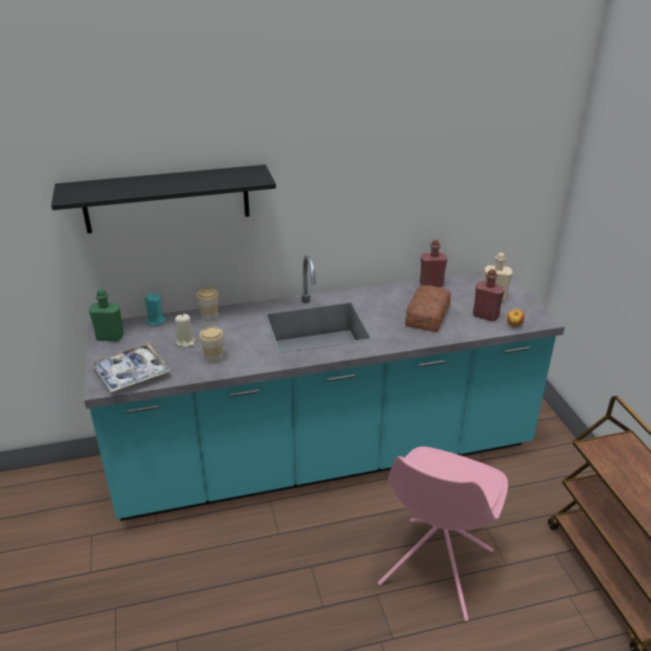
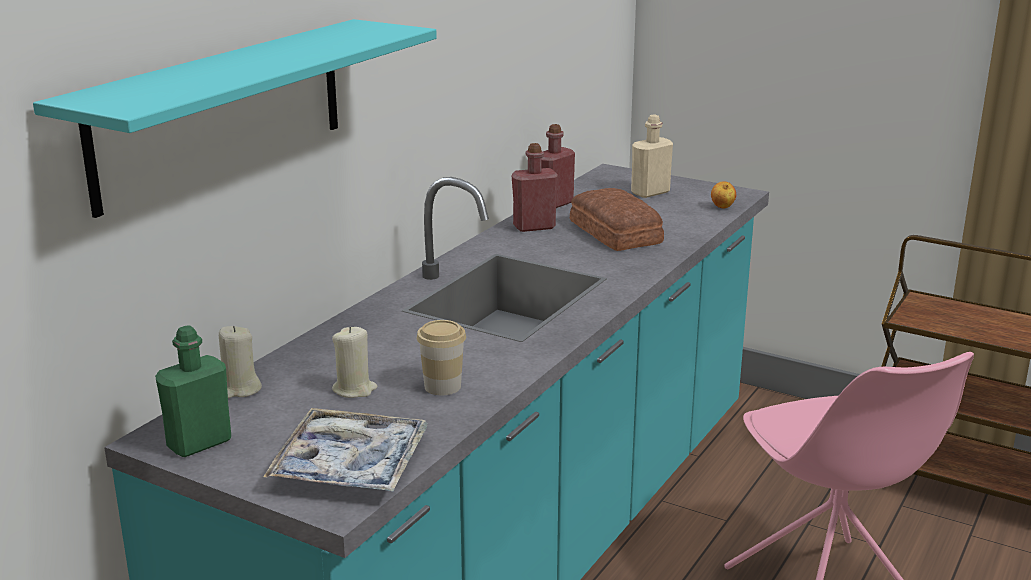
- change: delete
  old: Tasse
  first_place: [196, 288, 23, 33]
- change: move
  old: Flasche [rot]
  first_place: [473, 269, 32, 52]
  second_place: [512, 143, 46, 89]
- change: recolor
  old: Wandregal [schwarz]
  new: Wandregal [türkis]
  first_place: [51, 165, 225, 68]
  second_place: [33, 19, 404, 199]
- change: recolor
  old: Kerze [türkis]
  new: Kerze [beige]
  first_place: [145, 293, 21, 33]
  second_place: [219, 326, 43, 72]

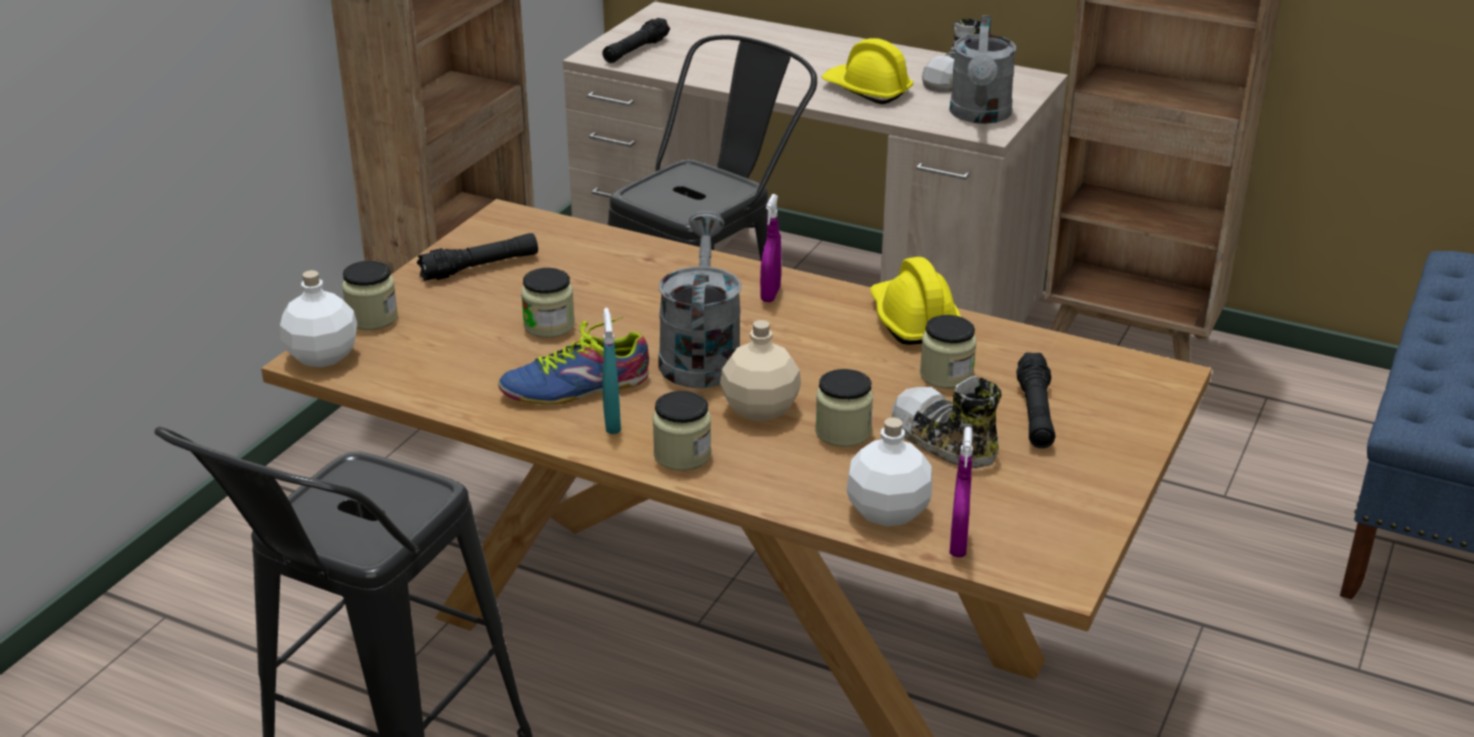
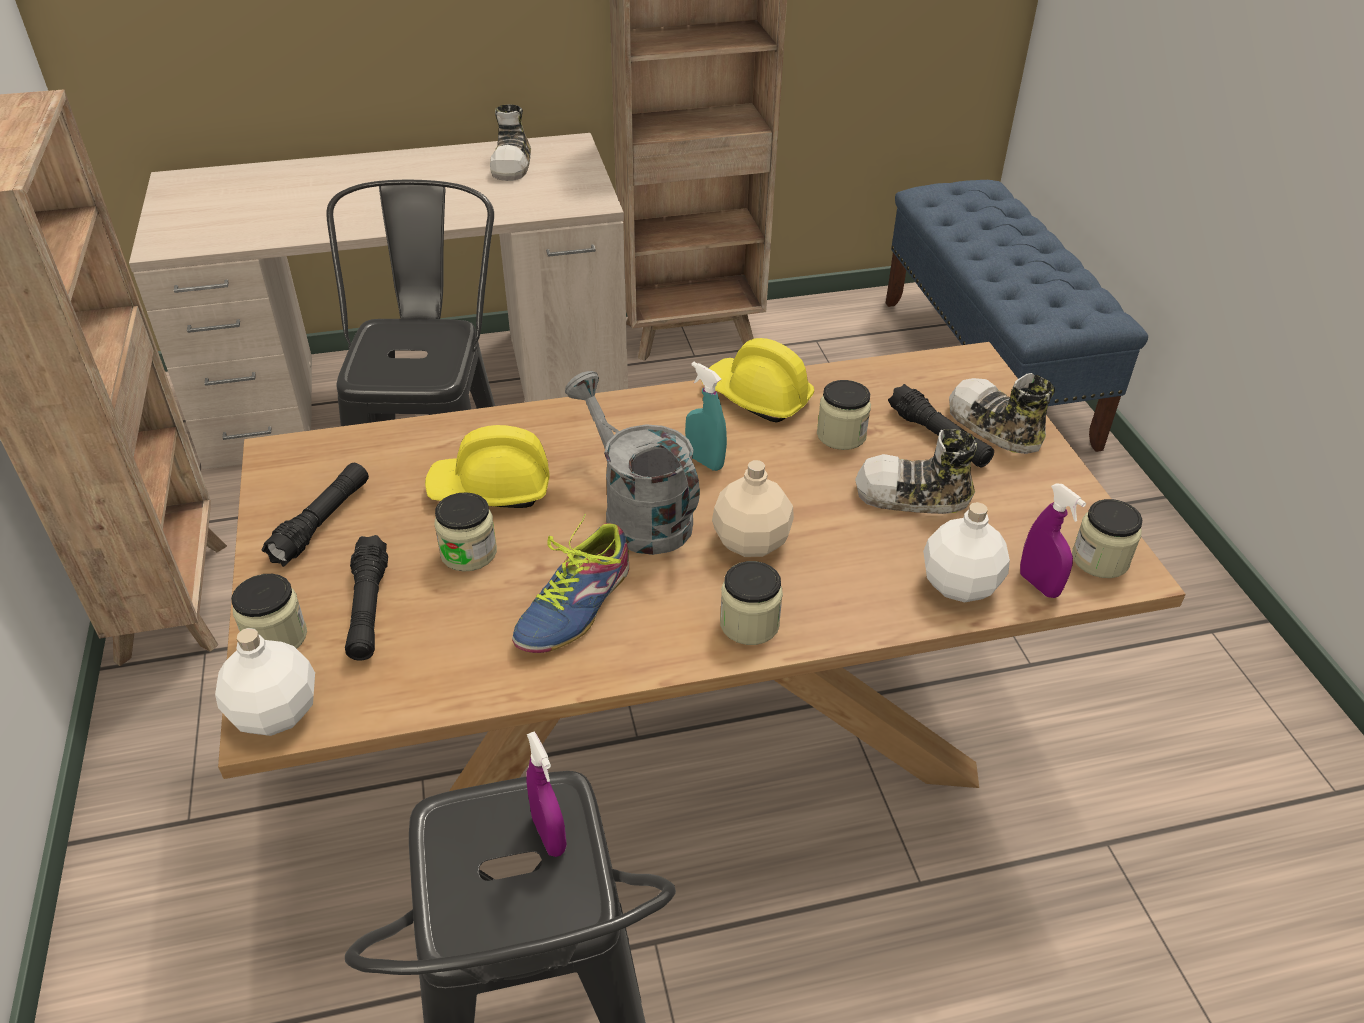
- change: delete
  old: Gießkanne [grau]
  first_place: [949, 15, 67, 109]
- change: insert
  new: Schuh
  second_place: [949, 373, 106, 81]
- change: move
  old: Taschenlampe [schwarz]
  first_place: [602, 18, 68, 45]
  second_place: [345, 535, 43, 126]
- change: move
  old: Sprühflasche [türkis]
  first_place: [602, 308, 19, 126]
  second_place: [685, 362, 42, 109]
- change: move
  old: Sprühflasche [lila]
  first_place: [760, 194, 21, 108]
  second_place: [526, 731, 41, 126]
- change: move
  old: Vorratsglas
  first_place: [815, 369, 58, 78]
  second_place: [1072, 499, 70, 79]
- change: move
  old: Schutzhelm [gelb]
  first_place: [822, 38, 91, 66]
  second_place: [425, 425, 125, 83]

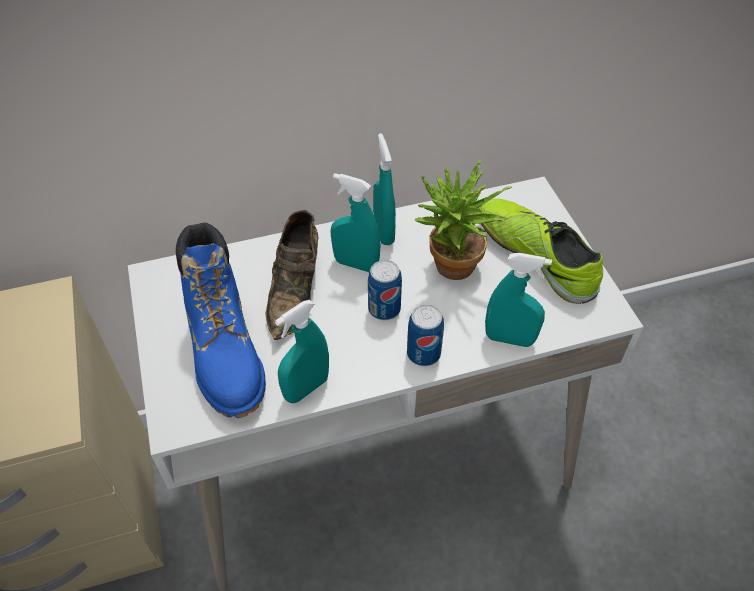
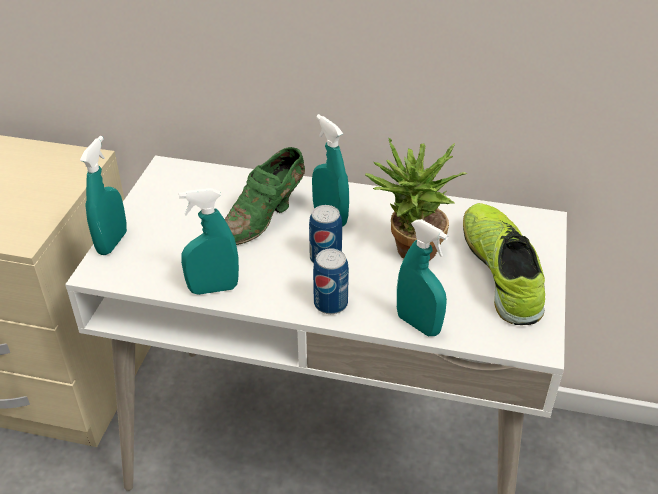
- change: delete
  old: Stiefel [blau]
  first_place: [176, 222, 90, 196]
- change: move
  old: Sprühflasche [türkis]
  first_place: [373, 133, 23, 112]
  second_place: [80, 136, 47, 119]
- change: recolor
  old: Schuh [braun]
  new: Schuh [grün]
  first_place: [265, 210, 53, 130]
  second_place: [225, 147, 80, 98]

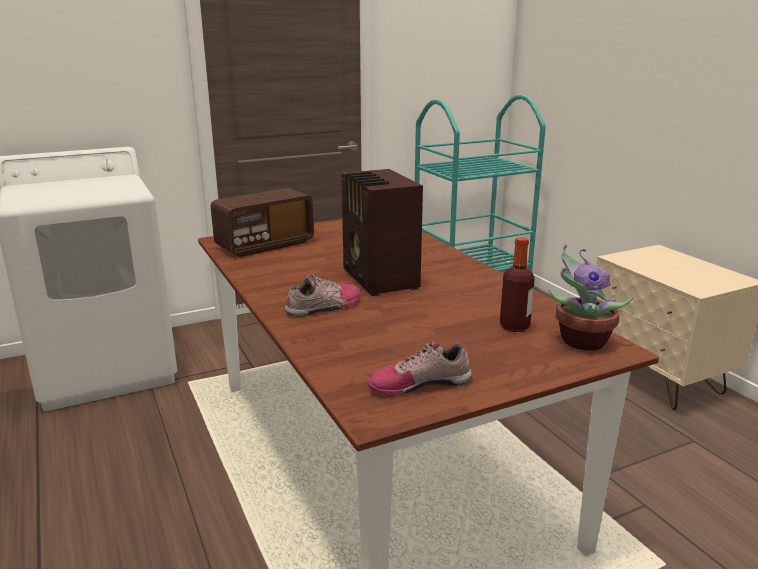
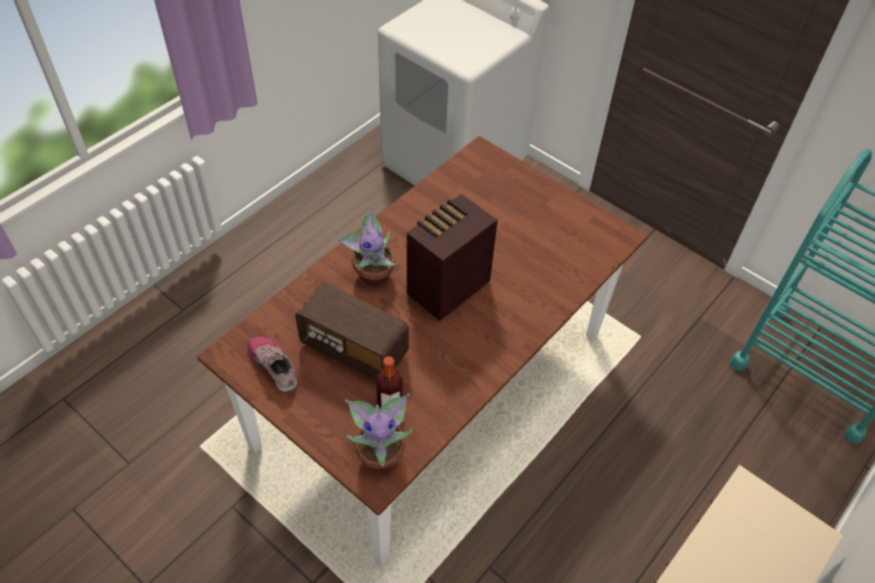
- change: move
  old: Radio
  first_place: [211, 188, 103, 69]
  second_place: [295, 283, 114, 98]
- change: replace
  old: Schuh
  new: Topfpflanze
  first_place: [285, 275, 75, 42]
  second_place: [338, 207, 59, 79]

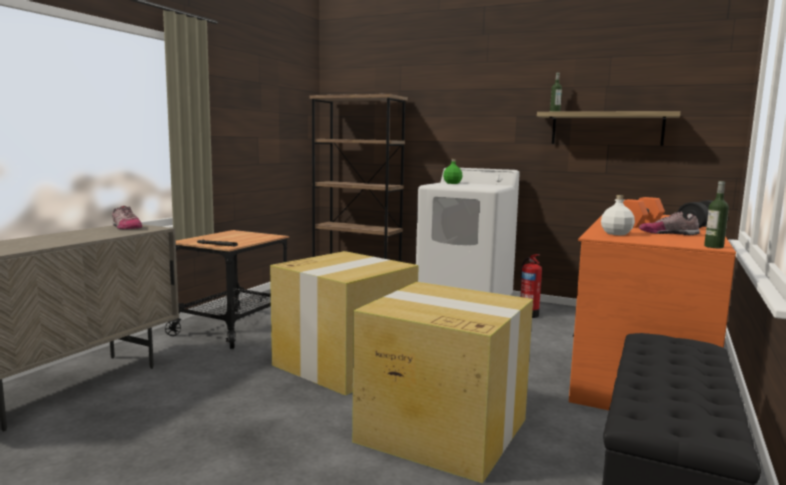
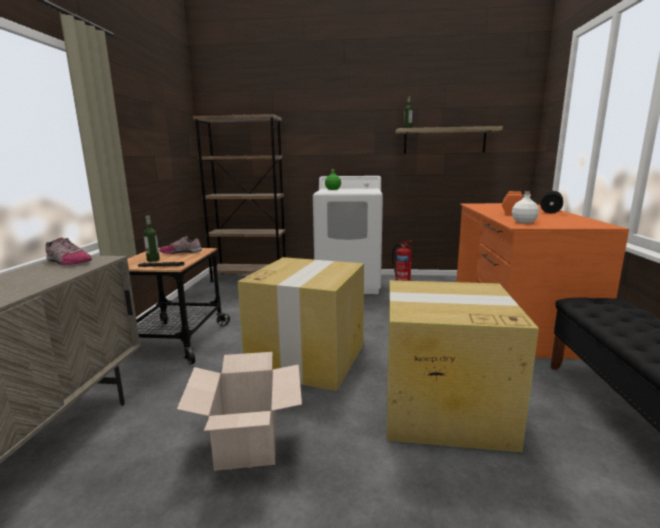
- change: insert
  new: Karton
  second_place: [177, 352, 125, 119]
- change: move
  old: Schuh
  first_place: [639, 212, 61, 23]
  second_place: [159, 236, 43, 18]
- change: move
  old: Flasche
  first_place: [704, 181, 25, 67]
  second_place: [143, 216, 17, 46]

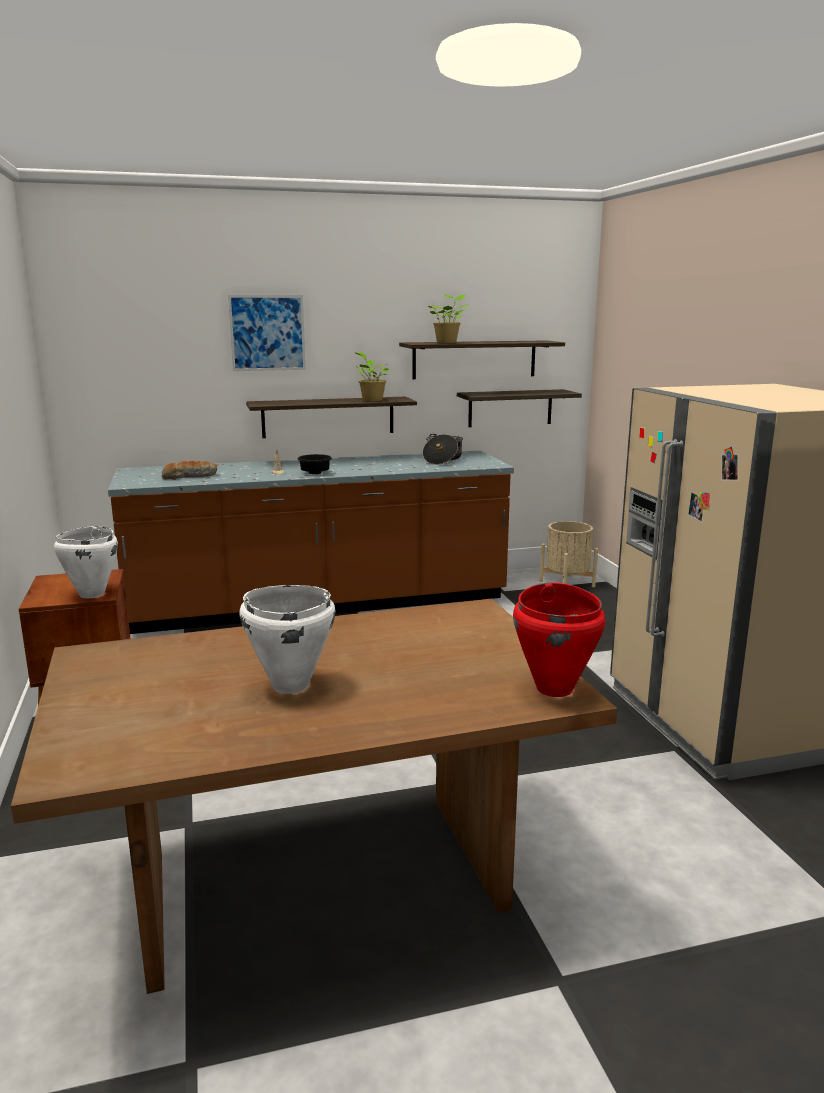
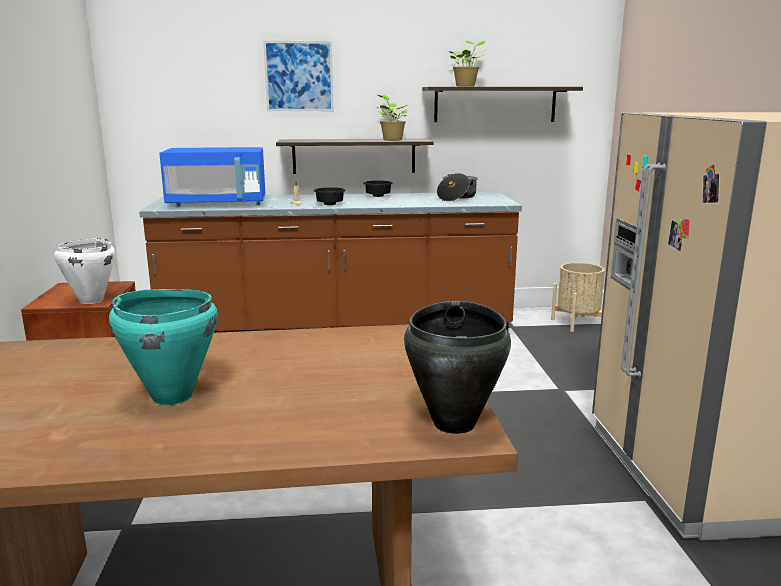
- change: delete
  old: Wandregal
  first_place: [457, 389, 125, 38]
- change: insert
  new: Schüssel [schwarz]
  second_place: [363, 180, 30, 17]
- change: replace
  old: Brot
  new: Mikrowelle [blau]
  first_place: [162, 461, 55, 18]
  second_place: [159, 147, 107, 60]
- change: recolor
  old: Kochtopf [weiß]
  new: Kochtopf [türkis]
  first_place: [239, 585, 97, 109]
  second_place: [109, 289, 109, 116]
- change: recolor
  old: Kochtopf [rot]
  new: Kochtopf [schwarz]
  first_place: [513, 583, 92, 114]
  second_place: [404, 301, 107, 133]

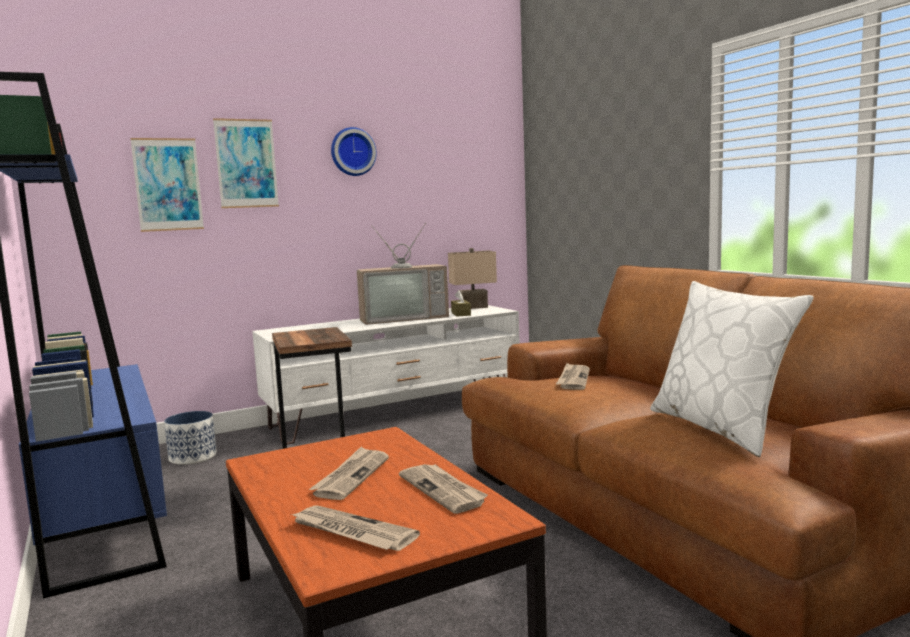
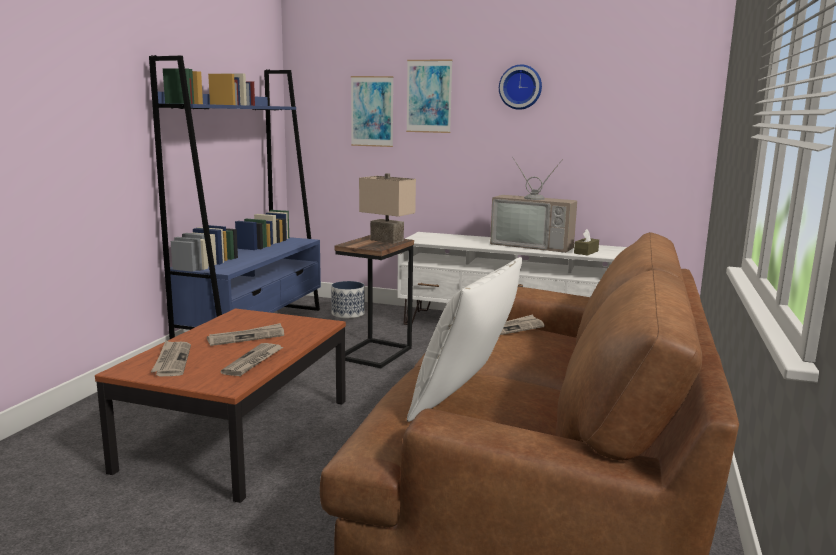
- change: move
  old: Tischlampe [beige]
  first_place: [448, 248, 49, 61]
  second_place: [359, 173, 57, 71]

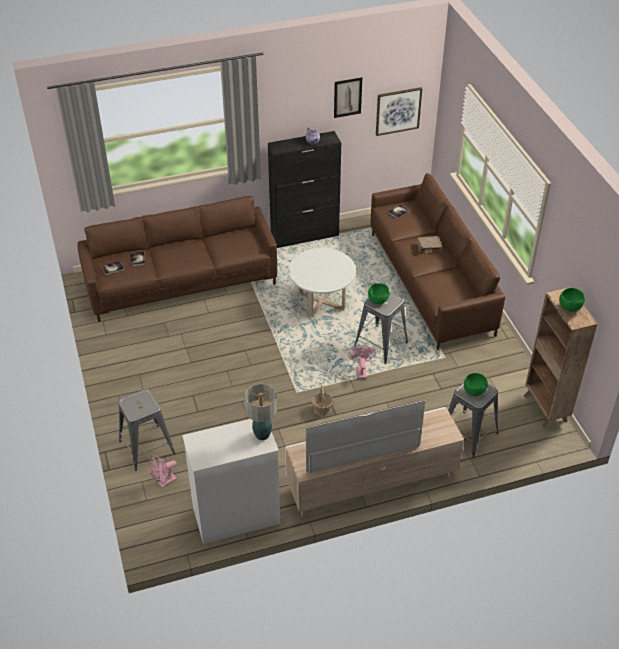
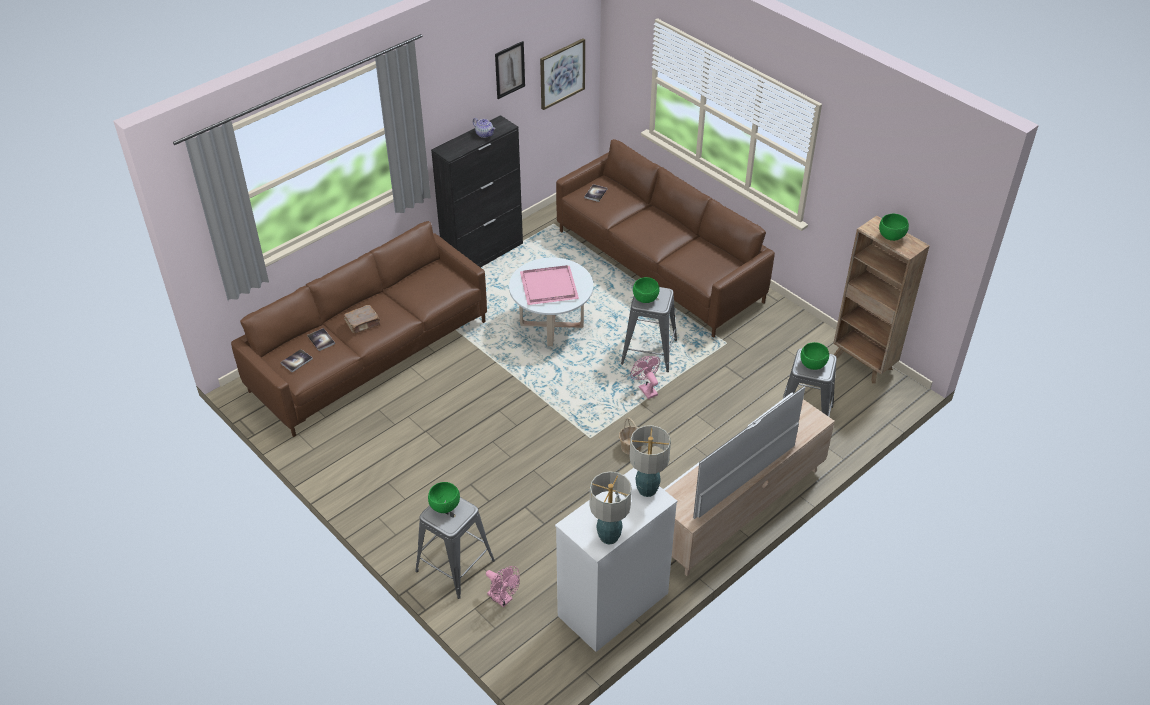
- change: insert
  new: Schüssel [grün]
  second_place: [428, 482, 32, 31]
- change: insert
  new: Tablett [rosa]
  second_place: [520, 265, 59, 40]
- change: insert
  new: Tischlampe
  second_place: [590, 471, 42, 73]
- change: move
  old: Buch [braun]
  first_place: [417, 236, 25, 18]
  second_place: [344, 305, 36, 28]
- change: rotate
  old: Ventilator [rosa]
  first_place: [149, 455, 28, 33]
  second_place: [486, 566, 34, 41]
  degrees: -75

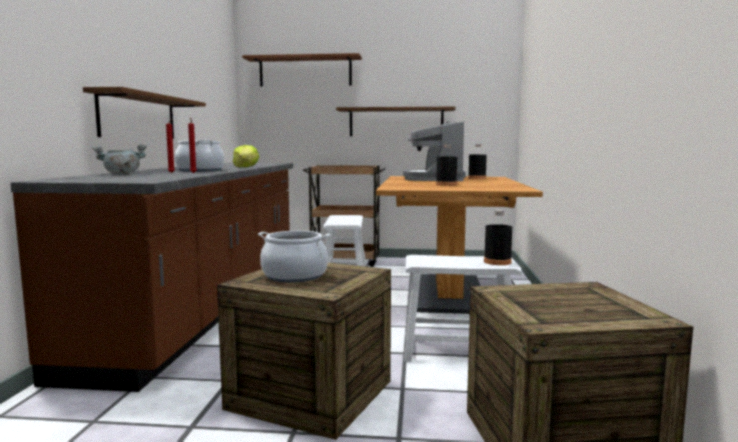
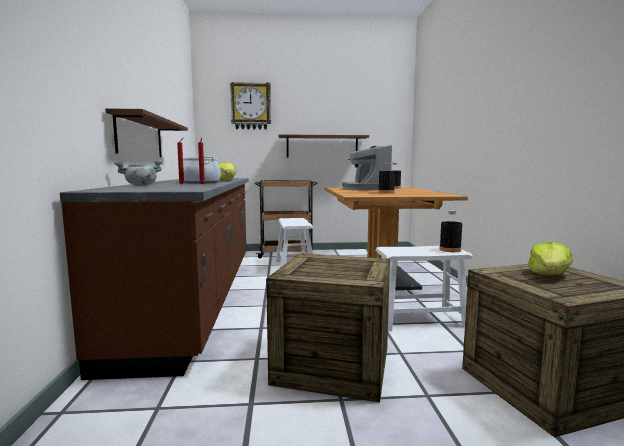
- change: delete
  old: Kochtopf
  first_place: [258, 231, 72, 51]
- change: insert
  new: Salatkopf
  second_place: [528, 242, 45, 33]
- change: replace
  old: Wandregal [braun]
  new: Wanduhr
  first_place: [242, 53, 120, 34]
  second_place: [230, 82, 41, 48]

